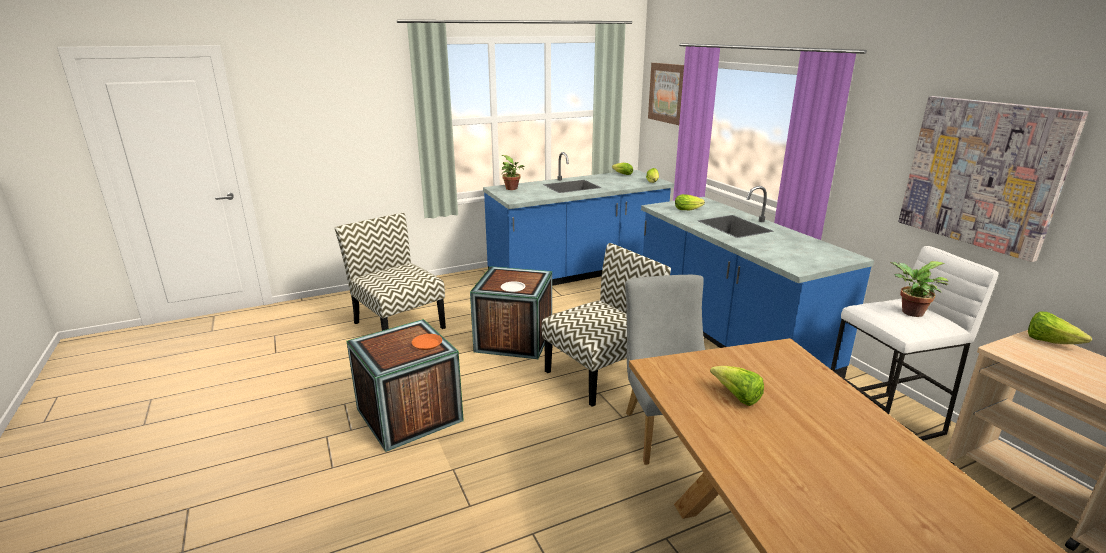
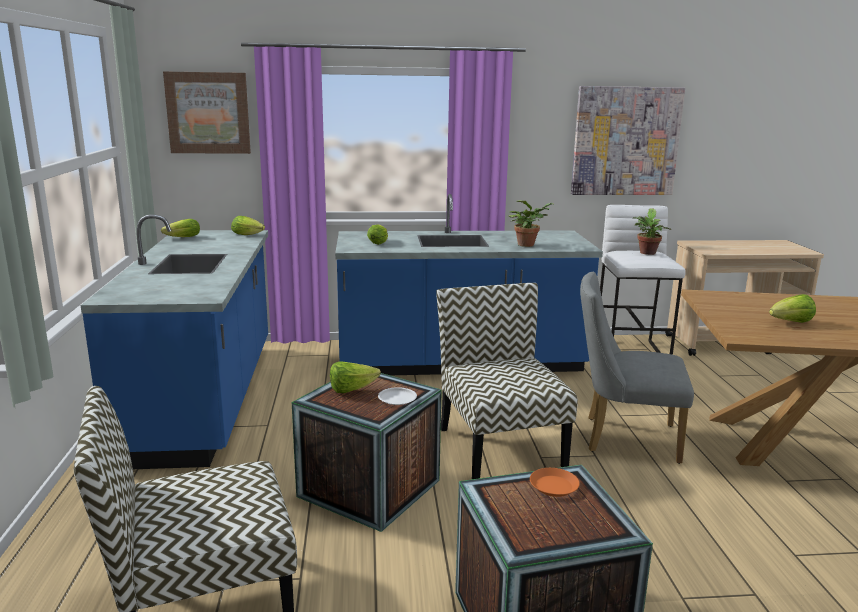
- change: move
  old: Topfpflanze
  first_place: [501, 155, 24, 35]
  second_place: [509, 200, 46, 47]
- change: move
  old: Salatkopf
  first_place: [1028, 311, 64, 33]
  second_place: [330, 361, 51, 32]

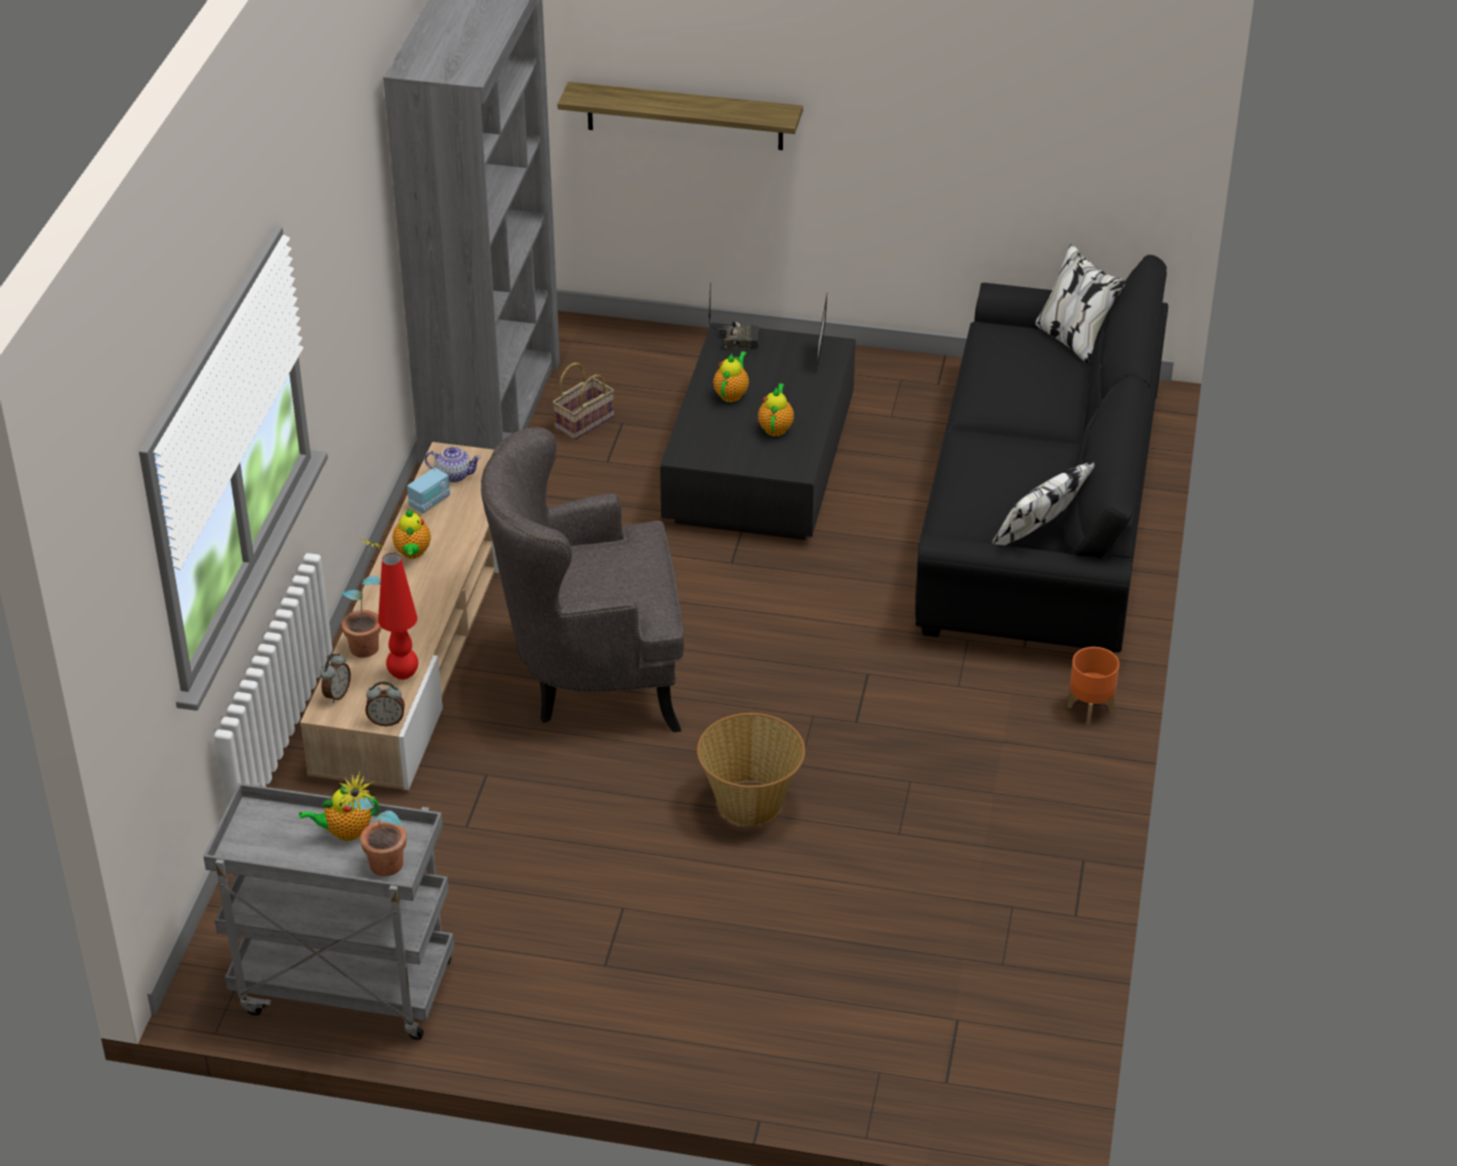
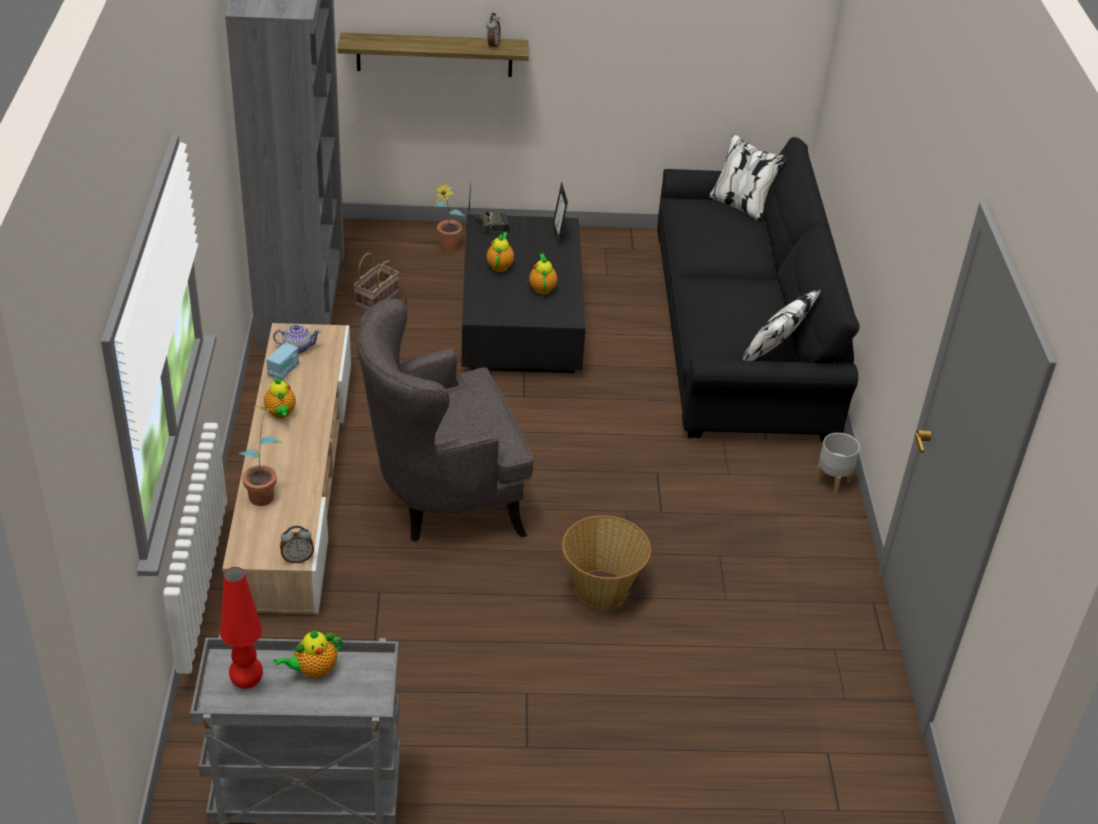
- change: move
  old: Wecker
  first_place: [320, 653, 31, 50]
  second_place: [486, 13, 15, 37]
- change: move
  old: Topfpflanze
  first_place: [338, 771, 69, 105]
  second_place: [433, 181, 31, 70]
- change: move
  old: Tischlampe [rot]
  first_place: [378, 553, 40, 127]
  second_place: [220, 567, 43, 122]
- change: recolor
  old: Pflanzkübel [orange]
  new: Pflanzkübel [grau]
  first_place: [1067, 647, 52, 78]
  second_place: [815, 433, 45, 61]

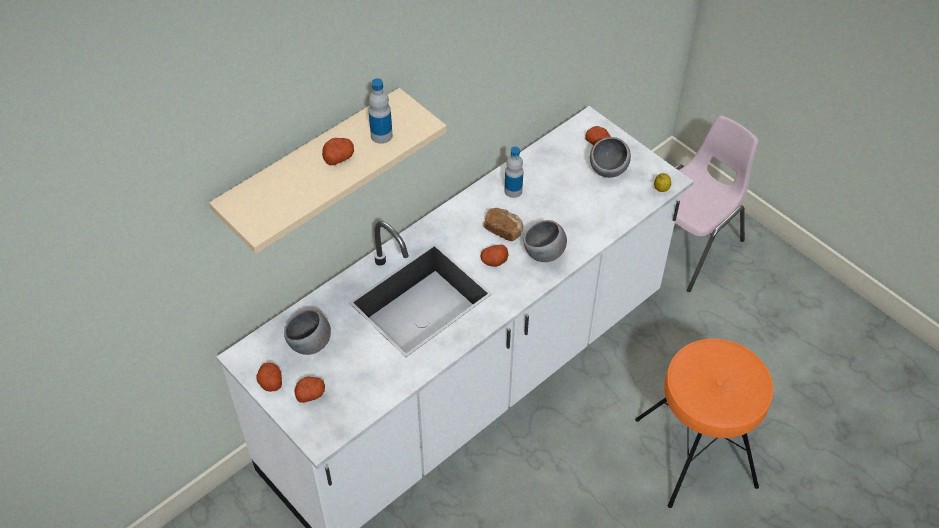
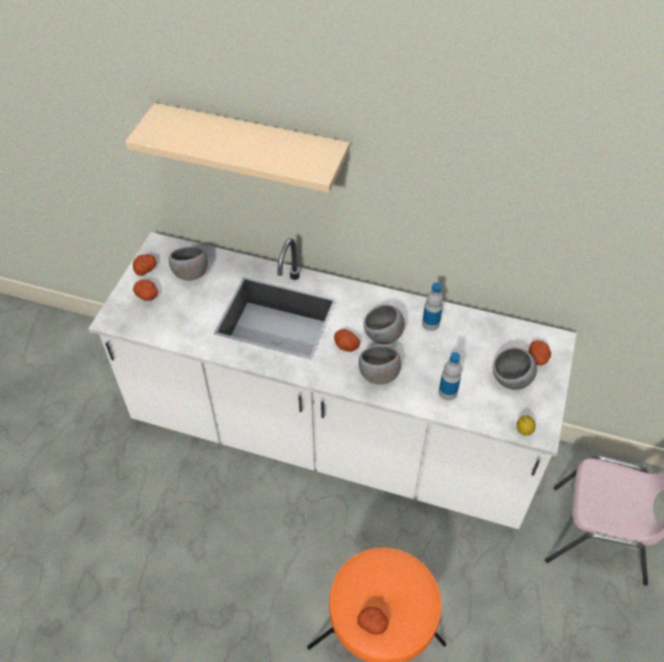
- change: move
  old: Kartoffel
  first_place: [322, 138, 32, 27]
  second_place: [357, 607, 32, 28]
- change: move
  old: Flasche
  first_place: [368, 78, 25, 66]
  second_place: [439, 352, 23, 48]
- change: replace
  old: Brot
  new: Schüssel [grau]
  first_place: [483, 208, 40, 33]
  second_place: [364, 305, 41, 39]

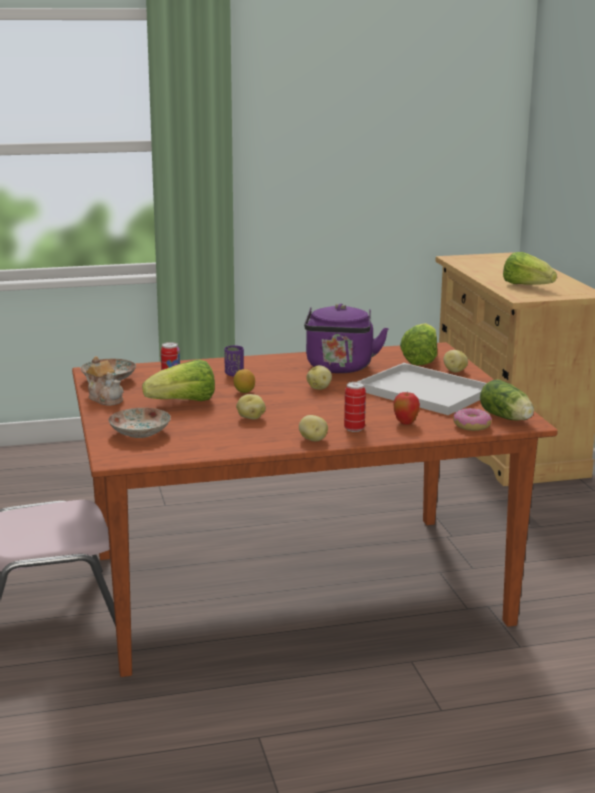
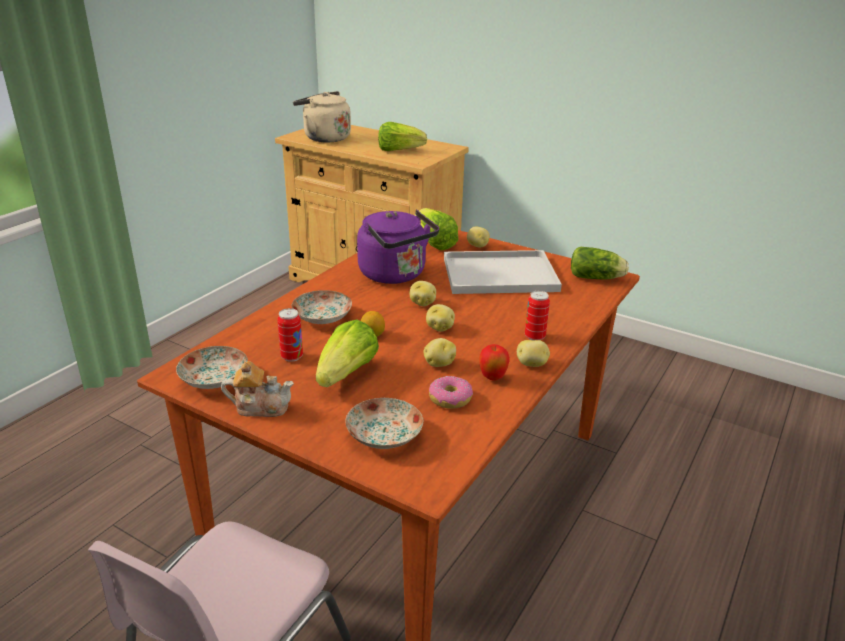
- change: insert
  new: Wasserkessel [beige]
  second_place: [293, 91, 58, 51]
- change: insert
  new: Kartoffel
  second_place: [426, 304, 29, 28]
- change: move
  old: Apfel
  first_place: [393, 392, 27, 33]
  second_place: [479, 344, 31, 37]
- change: move
  old: Donut
  first_place: [453, 408, 39, 23]
  second_place: [429, 376, 44, 33]
- change: replace
  old: Tasse [lila]
  new: Teller
  first_place: [224, 345, 20, 31]
  second_place: [292, 290, 60, 34]

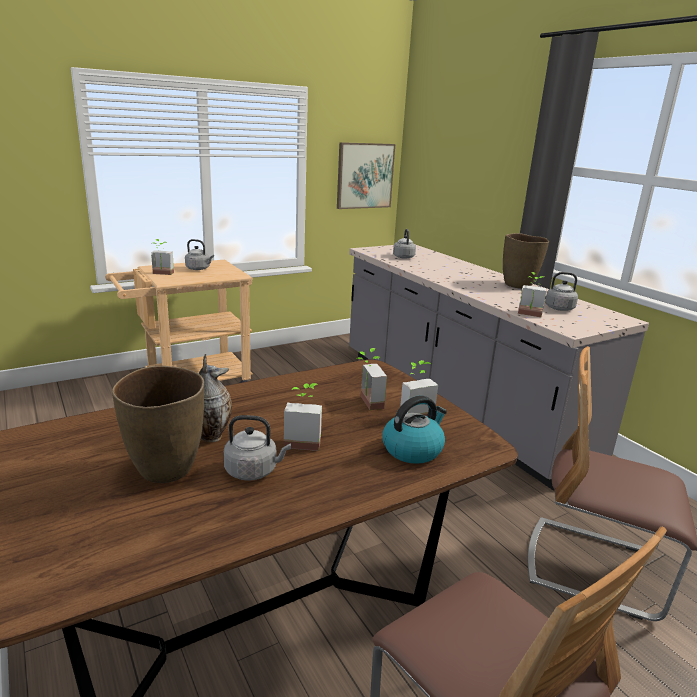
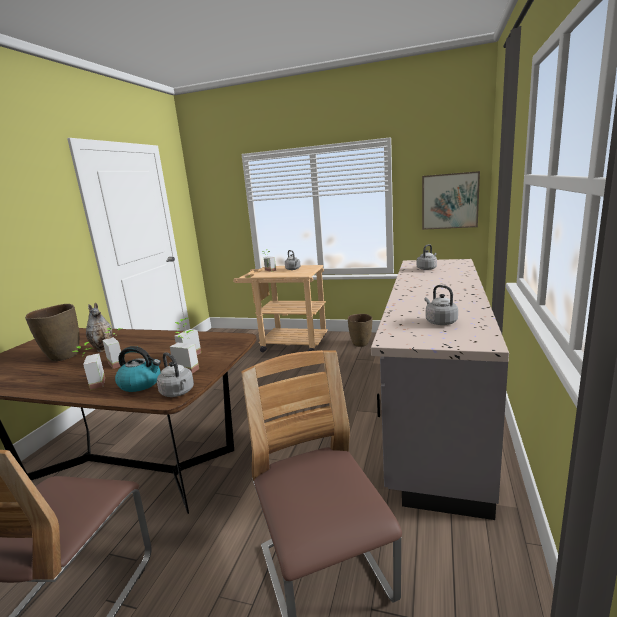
- change: move
  old: Wasserkessel [grau]
  first_place: [224, 415, 67, 66]
  second_place: [157, 352, 37, 45]
- change: move
  old: Vase [braun]
  first_place: [503, 233, 46, 56]
  second_place: [348, 314, 25, 33]
- change: move
  old: Topfpflanze
  first_place: [518, 272, 29, 45]
  second_place: [72, 342, 33, 48]

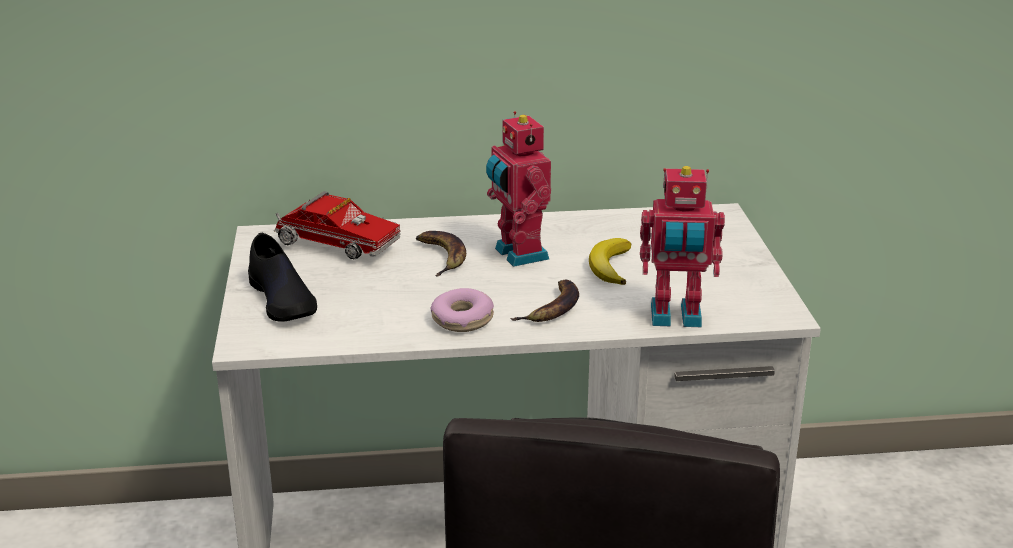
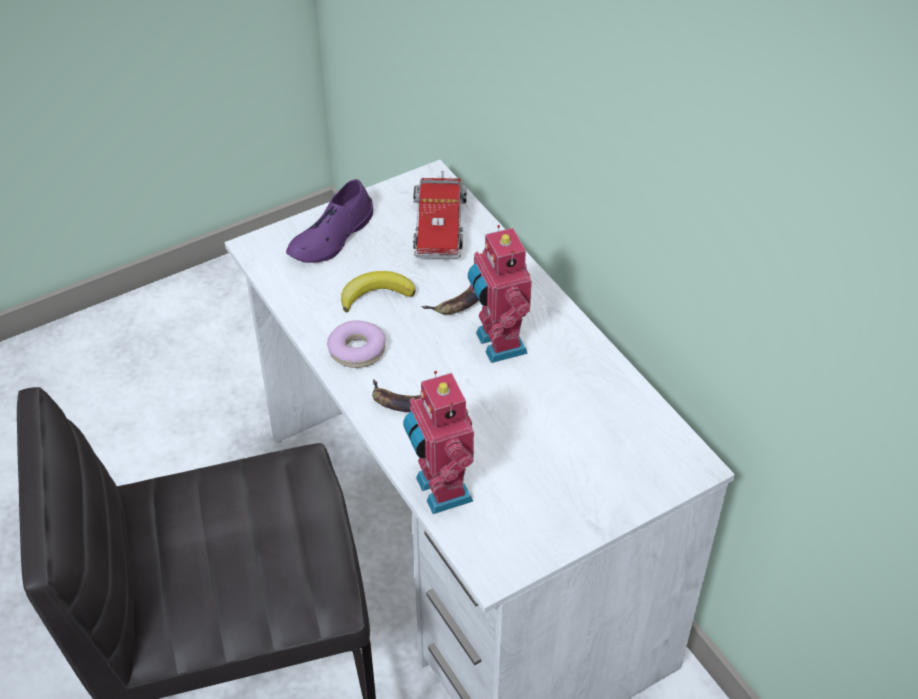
- change: move
  old: Banane
  first_place: [589, 238, 42, 47]
  second_place: [341, 271, 74, 42]
- change: recolor
  old: Schuh [schwarz]
  new: Schuh [lila]
  first_place: [248, 233, 69, 89]
  second_place: [286, 179, 87, 84]
- change: rotate
  old: Spielzeugroboter
  first_place: [486, 111, 65, 156]
  second_place: [468, 225, 64, 138]
  degrees: -60

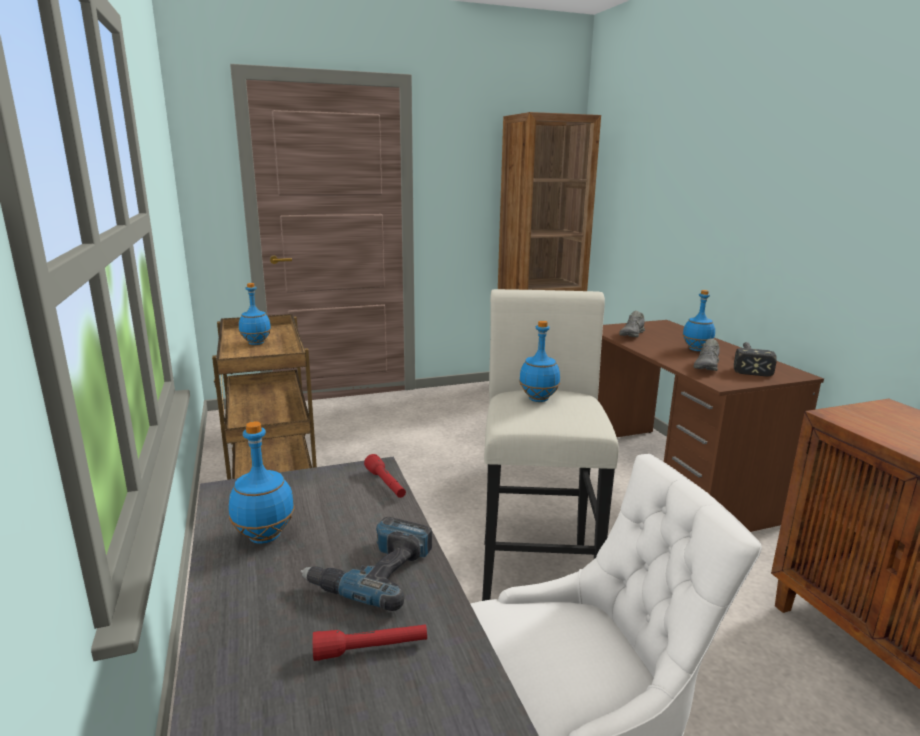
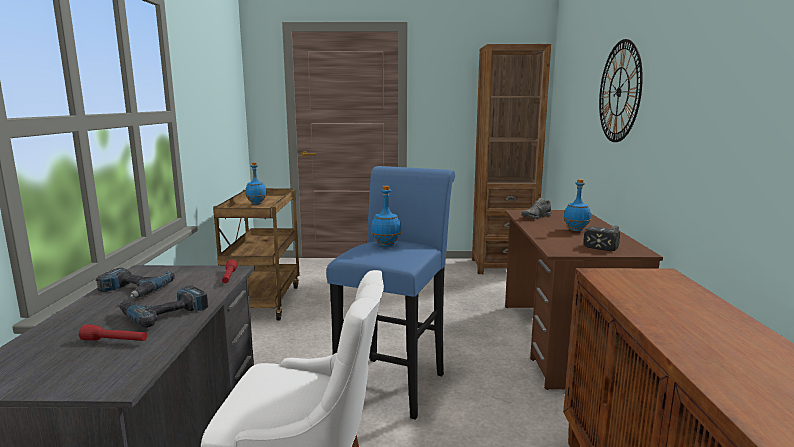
- change: delete
  old: Schuh [grau]
  first_place: [694, 338, 26, 33]
- change: insert
  new: Wanduhr
  second_place: [599, 39, 44, 103]
- change: replace
  old: Flasche [blau]
  new: Bohrmaschine
  first_place: [229, 421, 66, 123]
  second_place: [96, 268, 79, 30]
- change: recolor
  old: Hocker [weiß]
  new: Hocker [blau]
  first_place: [482, 289, 137, 312]
  second_place: [326, 166, 129, 254]

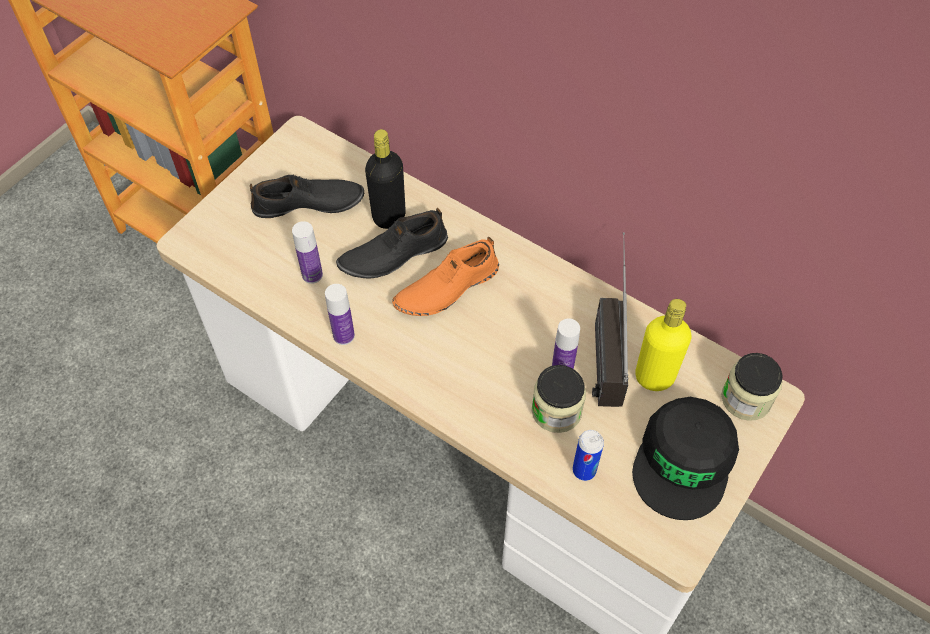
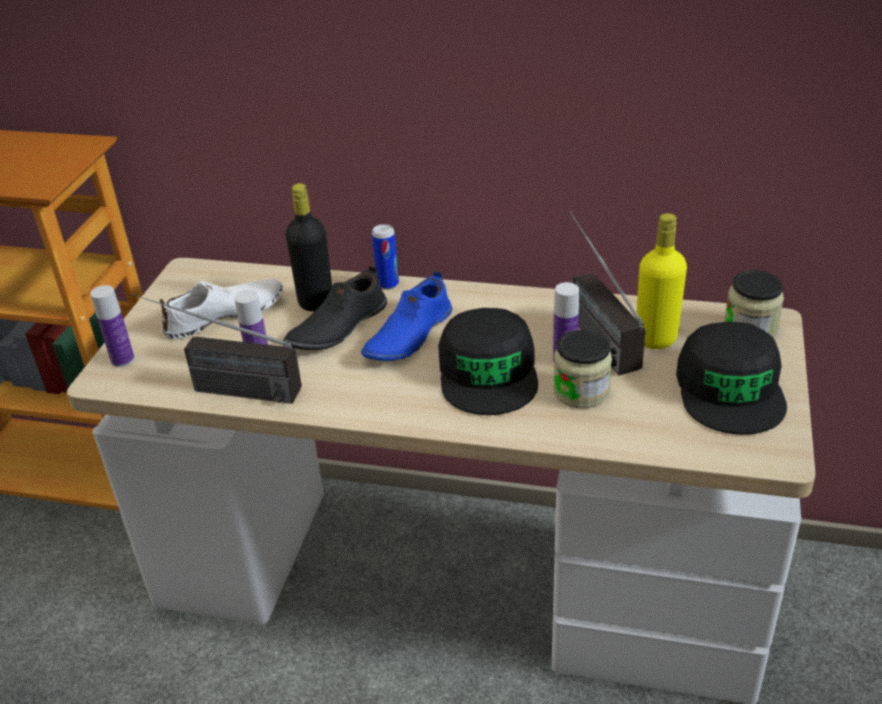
- change: insert
  new: Radio
  second_place: [131, 293, 171, 111]
- change: insert
  new: Kappe [schwarz]
  second_place: [438, 308, 100, 107]
- change: move
  old: Flasche
  first_place: [325, 284, 30, 61]
  second_place: [90, 285, 45, 82]
- change: move
  old: Dose
  first_place: [572, 430, 32, 51]
  second_place: [372, 224, 27, 66]
- change: recolor
  old: Schuh [schwarz]
  new: Schuh [weiß]
  first_place: [250, 174, 114, 44]
  second_place: [160, 279, 123, 60]
- change: recolor
  old: Schuh [orange]
  new: Schuh [blau]
  first_place: [392, 237, 107, 79]
  second_place: [361, 270, 92, 91]

